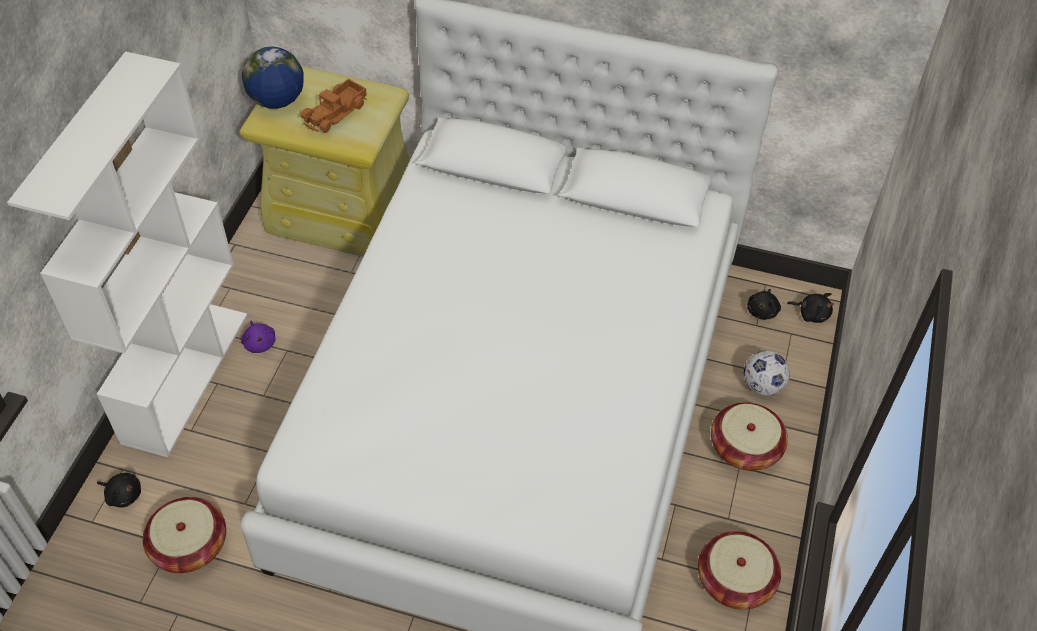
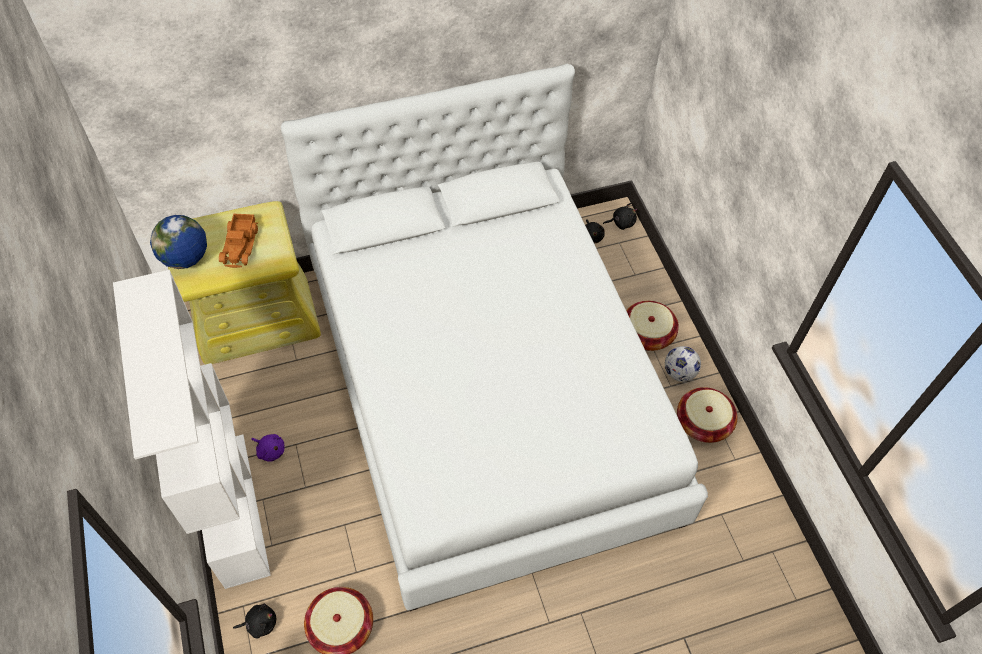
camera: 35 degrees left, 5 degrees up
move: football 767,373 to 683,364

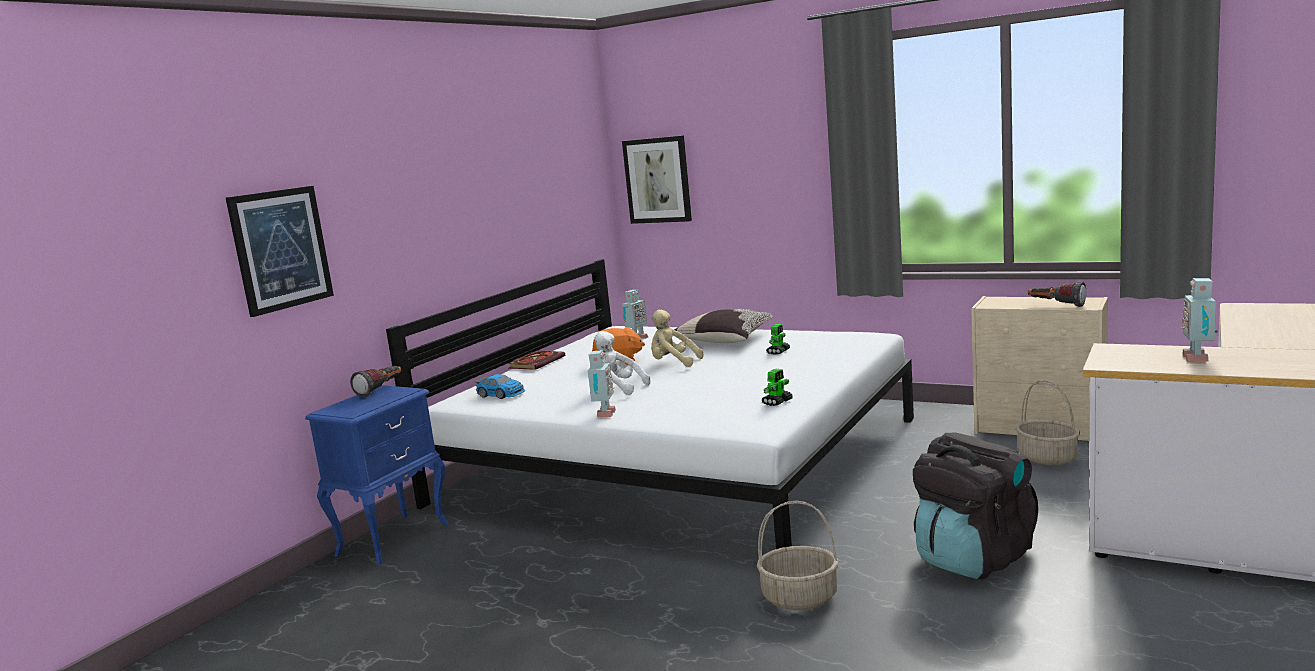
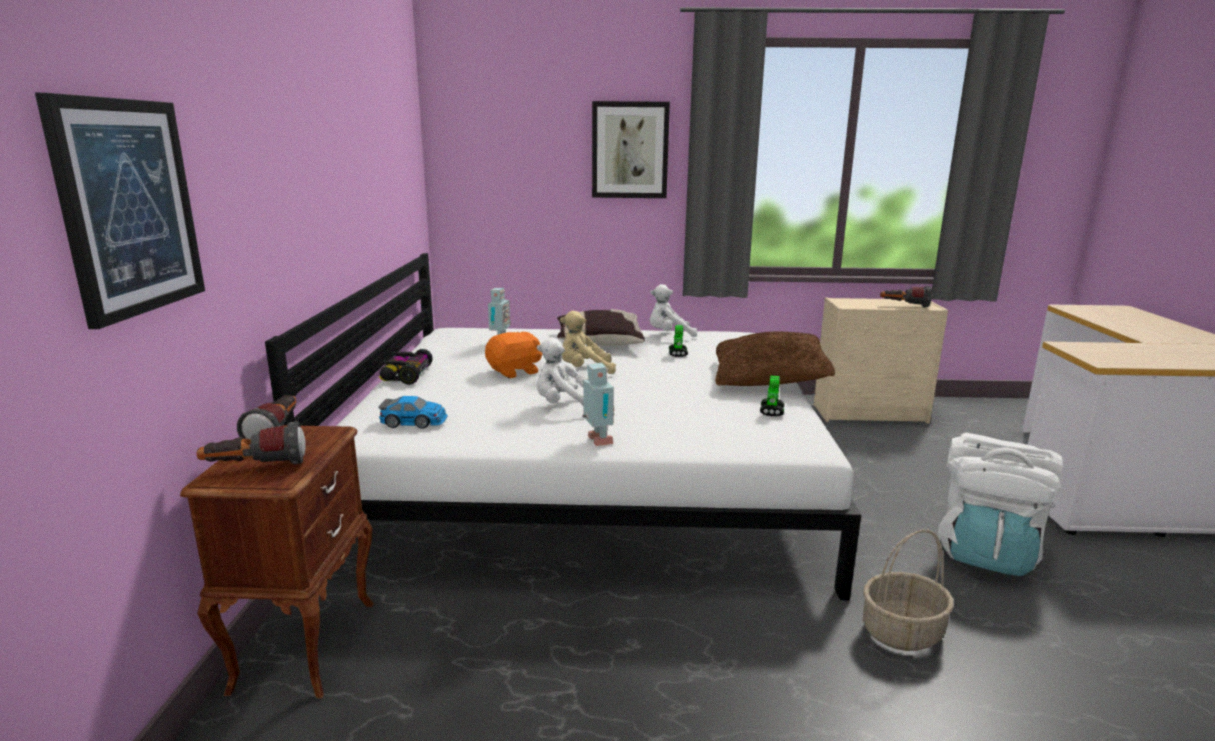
camera: 30 degrees left, 5 degrees up
delete: basket 1047,422; toy_robot 1199,320
insert: torch 251,442; white-coloured_plush_toy 673,310; brown-coloured_throw_pillow 775,358
move: picture 657,180 to 631,149
replace: volume 536,360 to miniature_car 405,367
recolor: blue_nightstand 377,475 to brown-coloured_nightstand 277,562; blackish_backpack 975,506 to white-coloured_backpack 1000,504

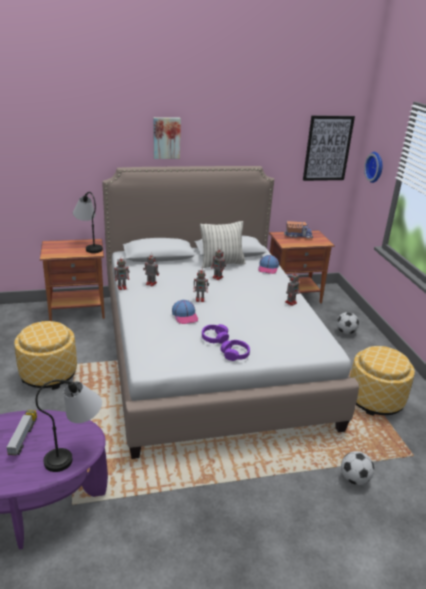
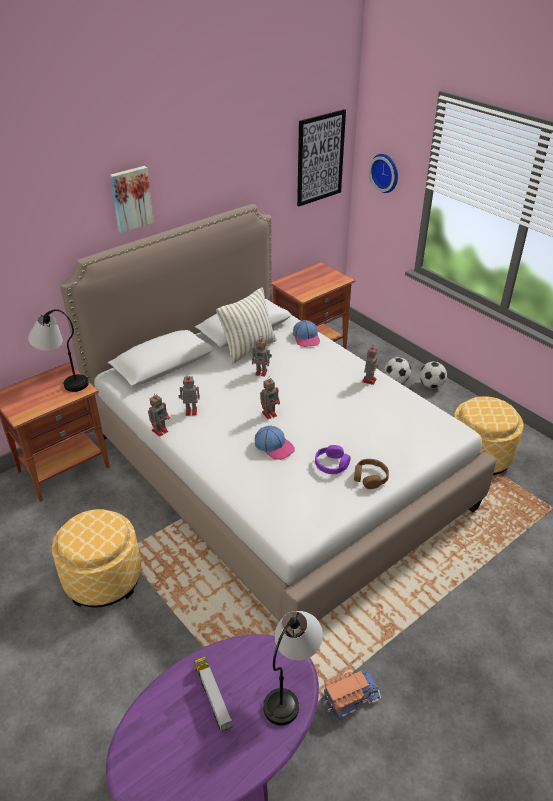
camera: 25 degrees left, 10 degrees up
move: model_truck 298,230 to 352,694; football 357,468 to 433,375
recolor: purplish_pair_of_headphones 235,350 to brown-coloured_pair_of_headphones 371,474

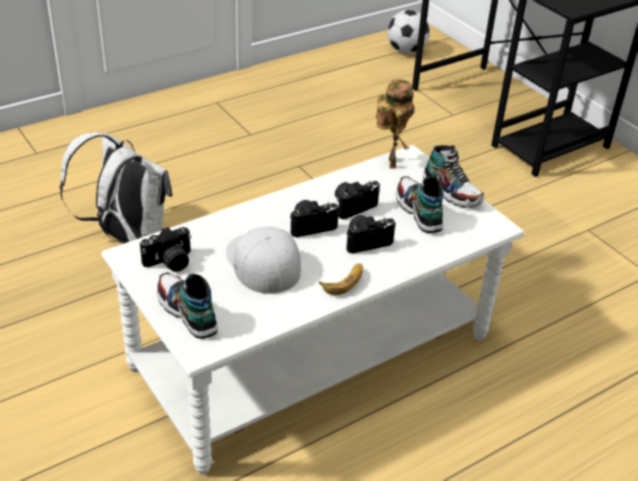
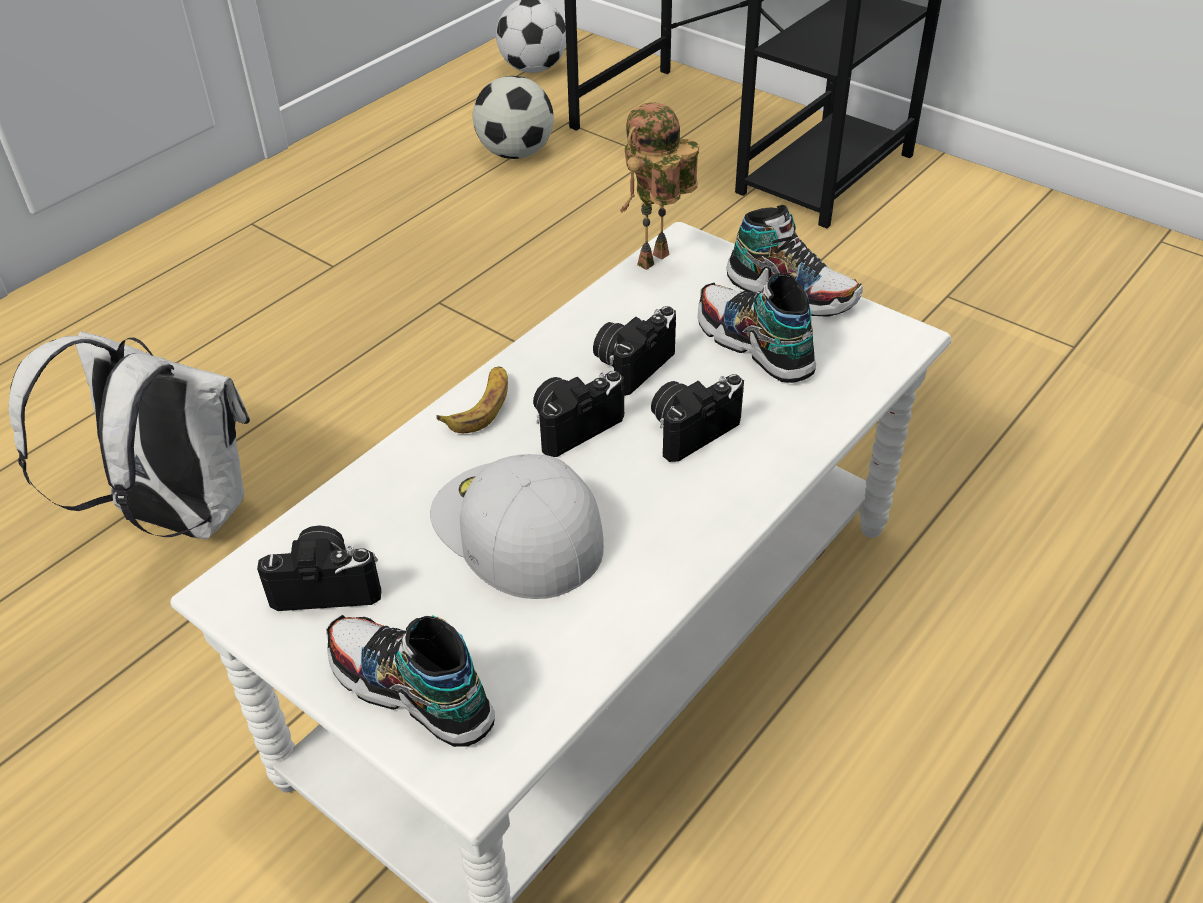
camera: 15 degrees left, 5 degrees up
insert: football 513,117
move: banana 341,279 to 472,400
rotate: photo_camera 165,249 = 319,568 135 degrees counterclockwise; toy_robot 395,124 = 659,186 120 degrees counterclockwise

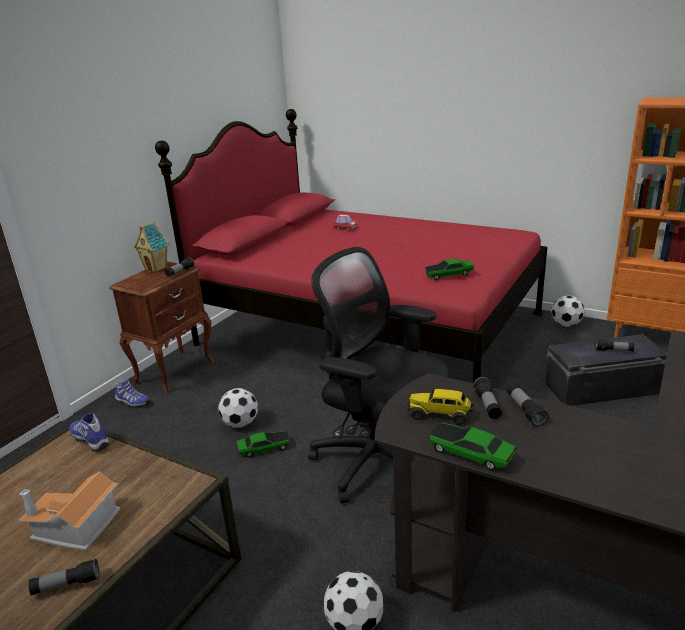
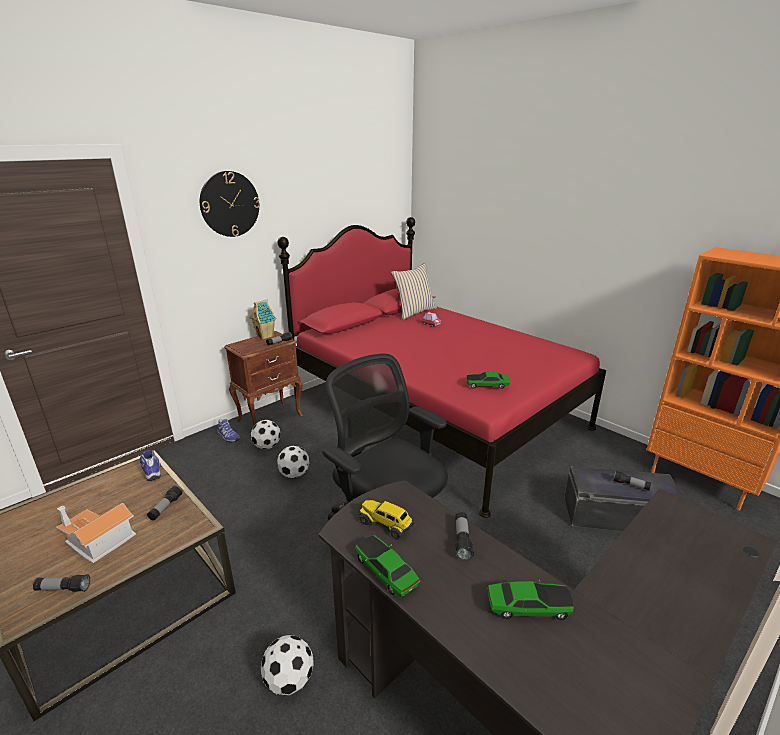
camera: 15 degrees right, 0 degrees up
insert: clock_on_the_wall 230,204; sand-coloured_throw_pillow 414,291
move: miniature_car 263,444 to 530,599; torch 487,398 to 165,502; football 568,311 to 266,434

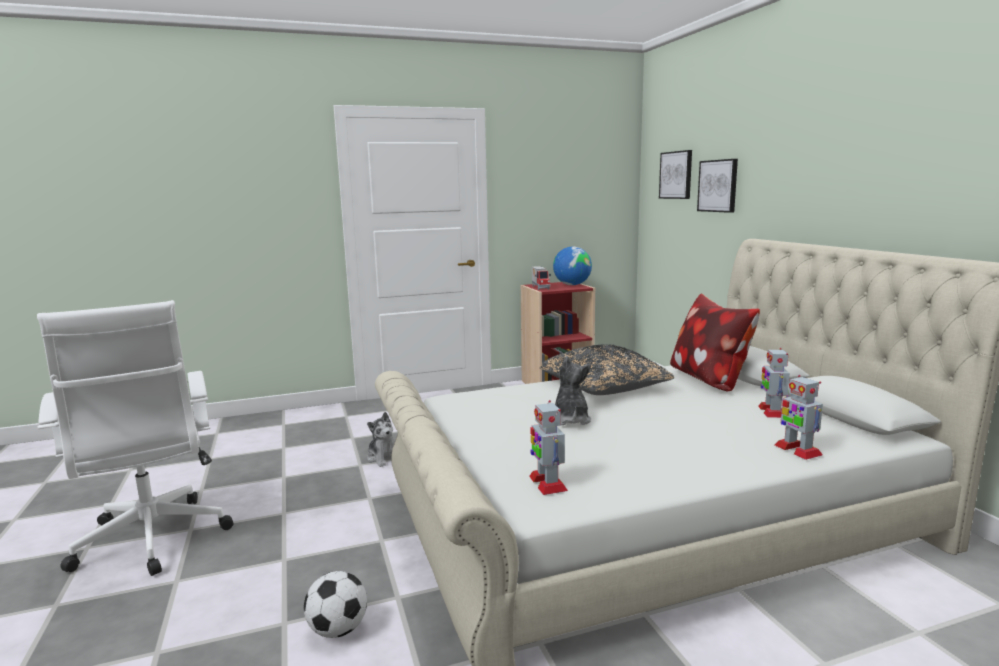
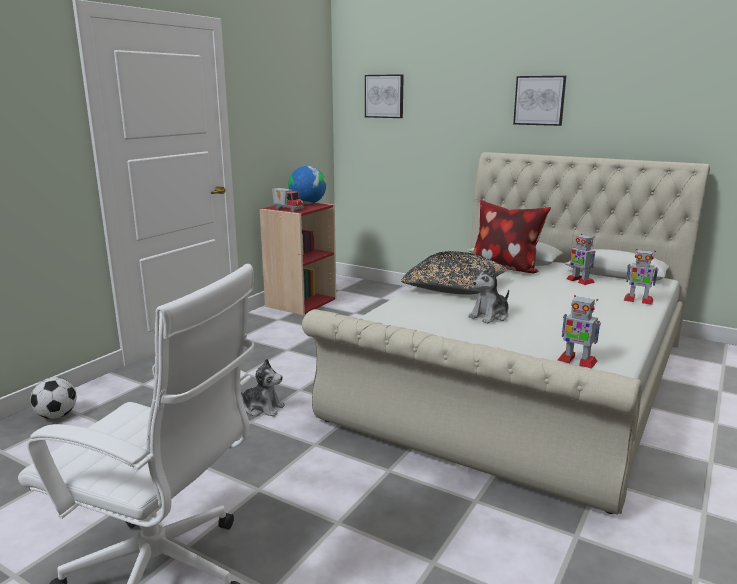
camera: 40 degrees left, 5 degrees up
move: football 335,604 to 53,398; picture 717,186 to 539,101
rotate: plush_toy 573,390 = 488,294 90 degrees counterclockwise

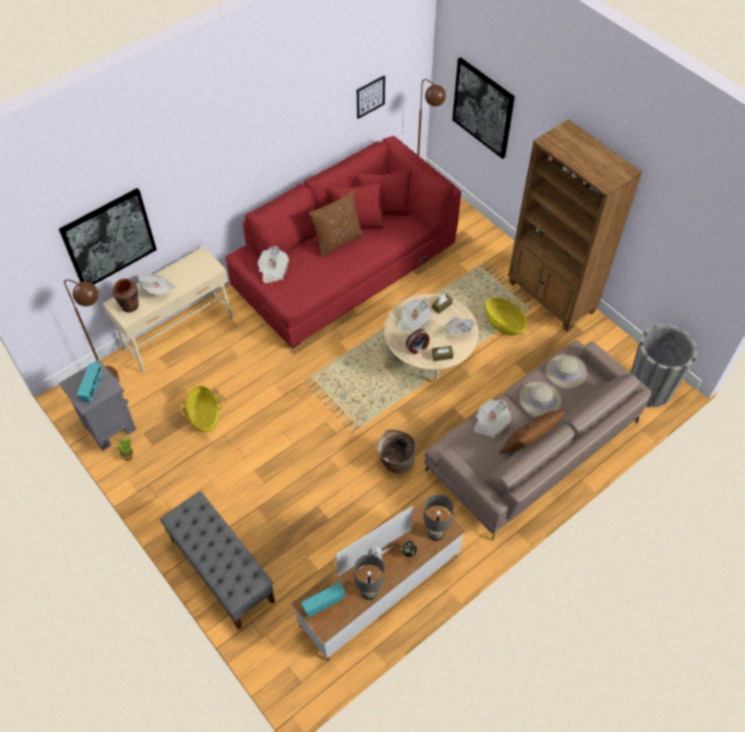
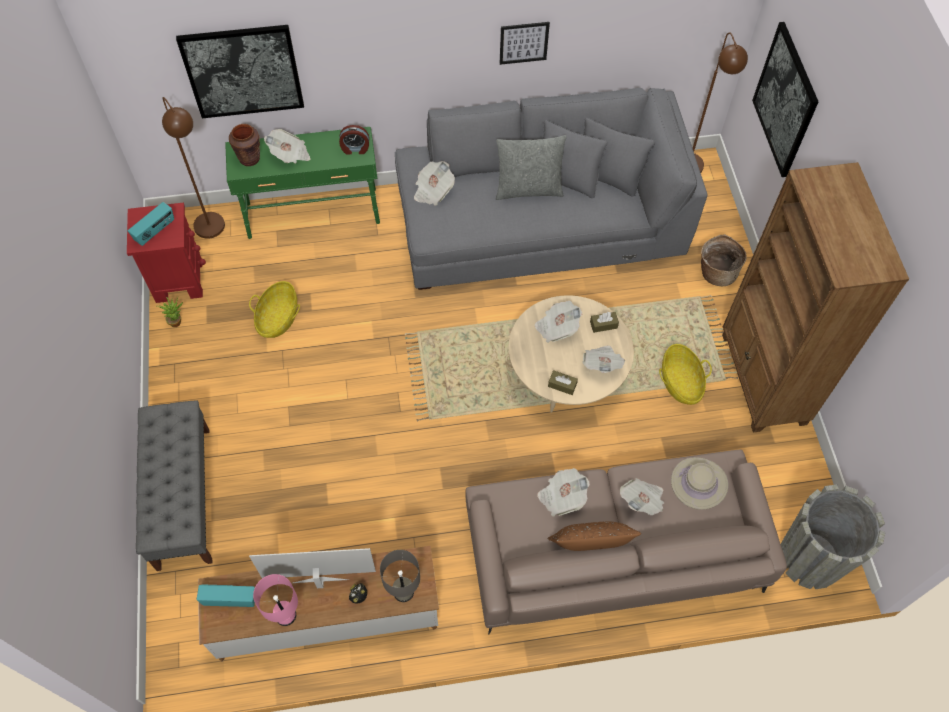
camera: 30 degrees right, 5 degrees up
move: picture 371,97 to 525,43; basket 396,451 to 724,260; alarm_clock 418,341 to 354,139
replace: sand-coloured_clothing_hat 540,399 to newspaper 642,496
recolor: greyish_nightstand 97,405 to reddish_nightstand 166,253; sand-coloured_console_table 168,309 to green-coloured_console_table 302,183; reddish_couch 343,242 to greyish_couch 551,189; brown-coloured_throw_pillow 336,224 to greyish_throw_pillow 531,167; greyish_table_lamp 369,577 to pink_table_lamp 275,600

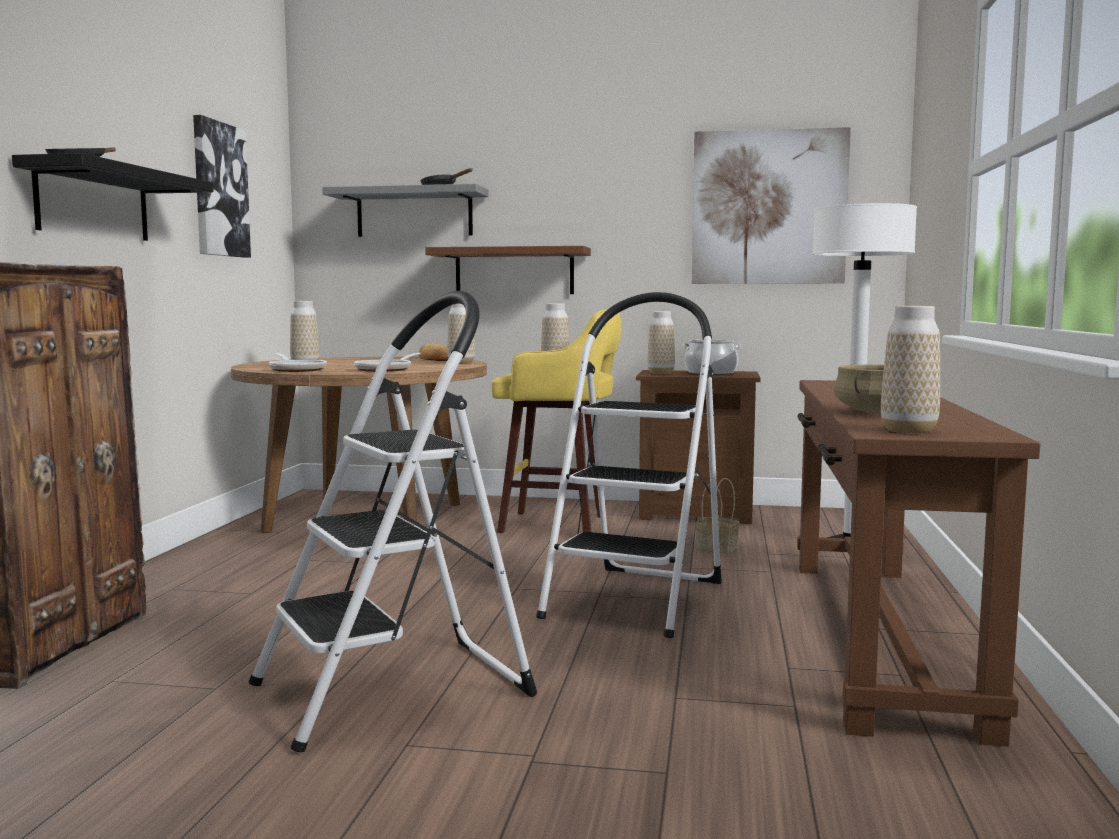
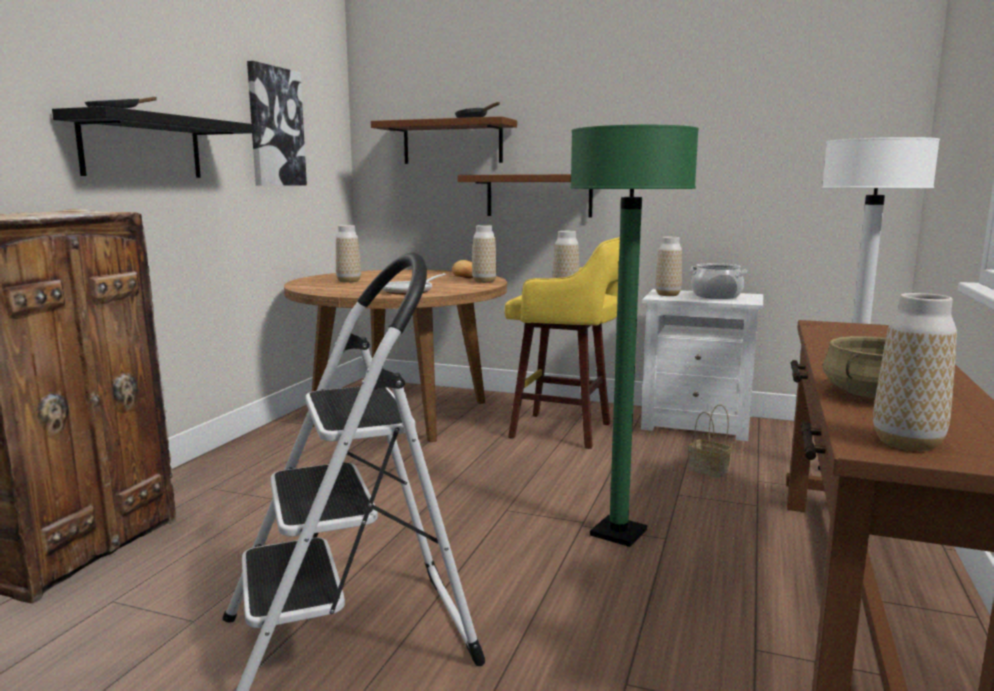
camera: 10 degrees right, 5 degrees up
delete: pan 298,362; picture 771,205
replace: stepladder 628,465 to green-coloured_standard_lamp 634,336
recolor: greyish_shelf 405,210 to brown-coloured_shelf 444,140; brown-coloured_nightstand 698,447 to white-coloured_nightstand 702,365

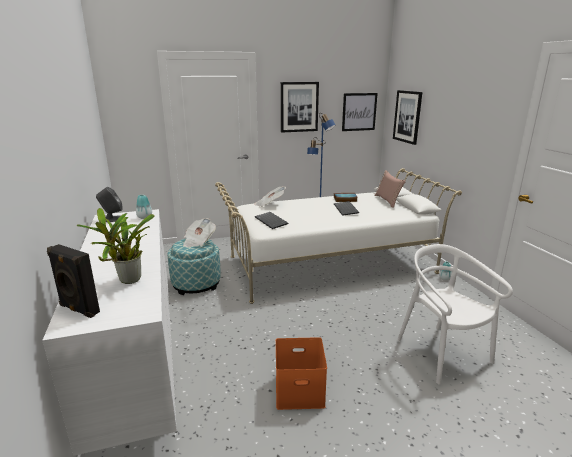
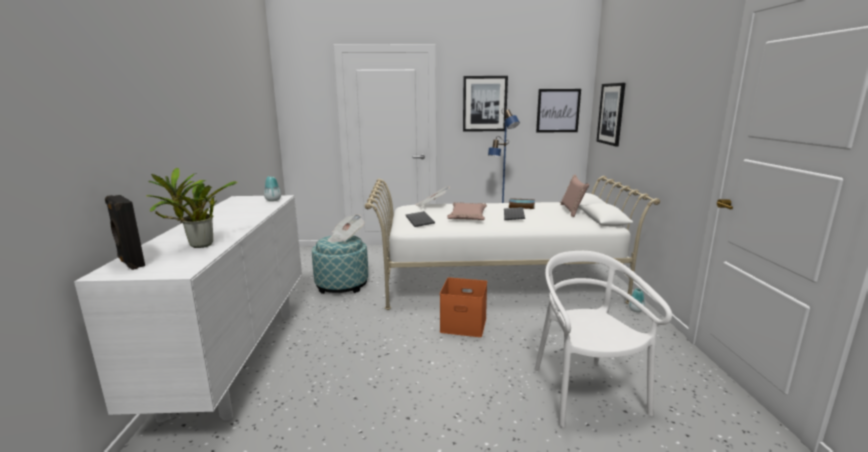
camera: 15 degrees right, 5 degrees down
delete: greyish_audio_speaker 109,204
insert: sand-coloured_throw_pillow 467,210
move: orange-coloured_storage_container 301,373 to 463,307

